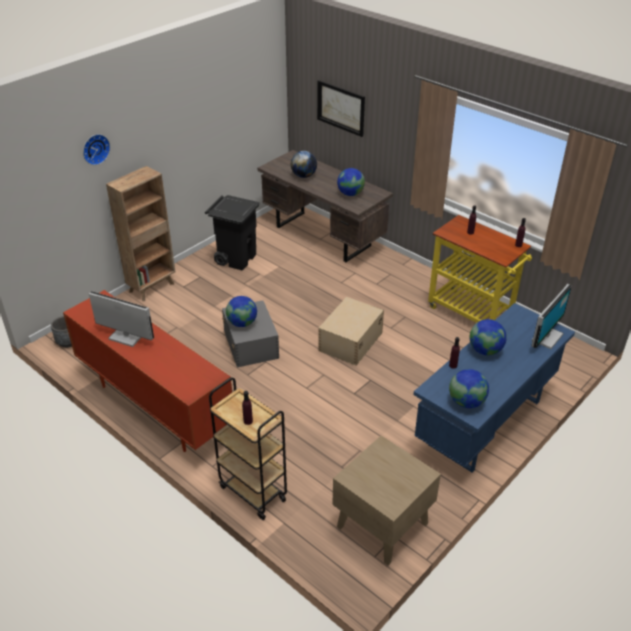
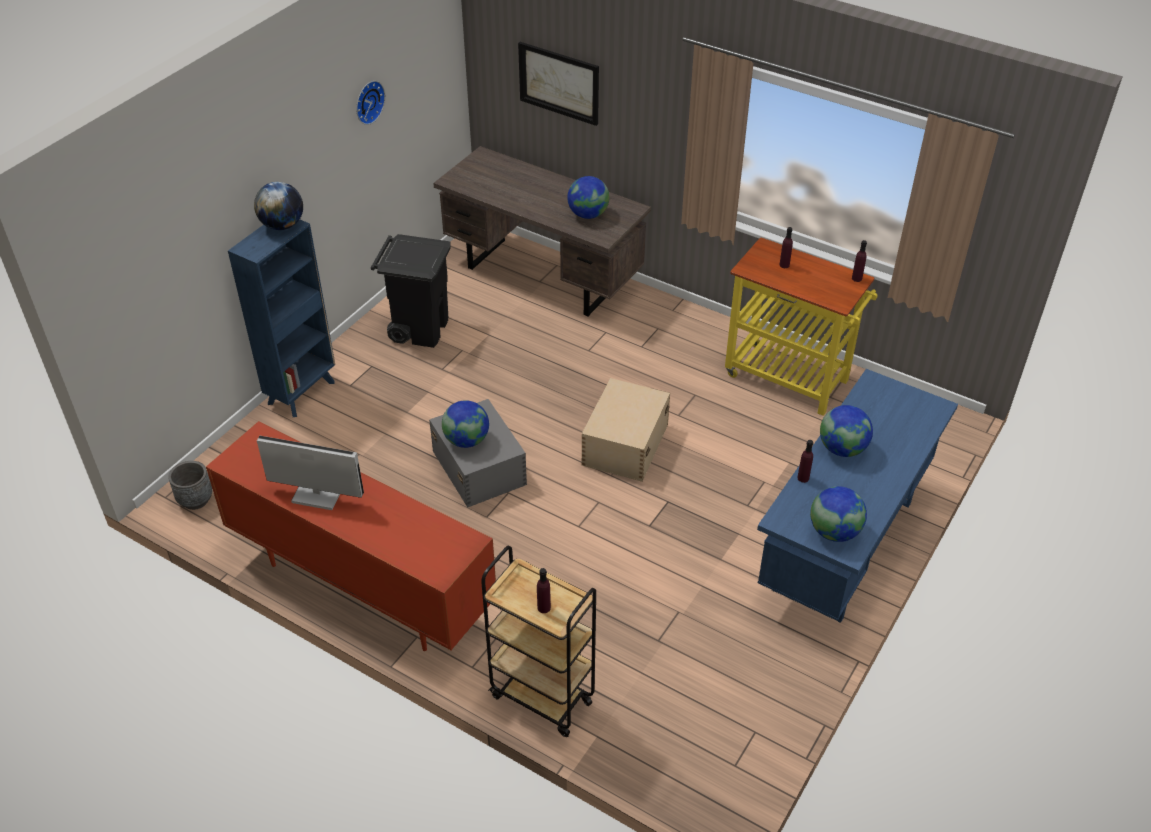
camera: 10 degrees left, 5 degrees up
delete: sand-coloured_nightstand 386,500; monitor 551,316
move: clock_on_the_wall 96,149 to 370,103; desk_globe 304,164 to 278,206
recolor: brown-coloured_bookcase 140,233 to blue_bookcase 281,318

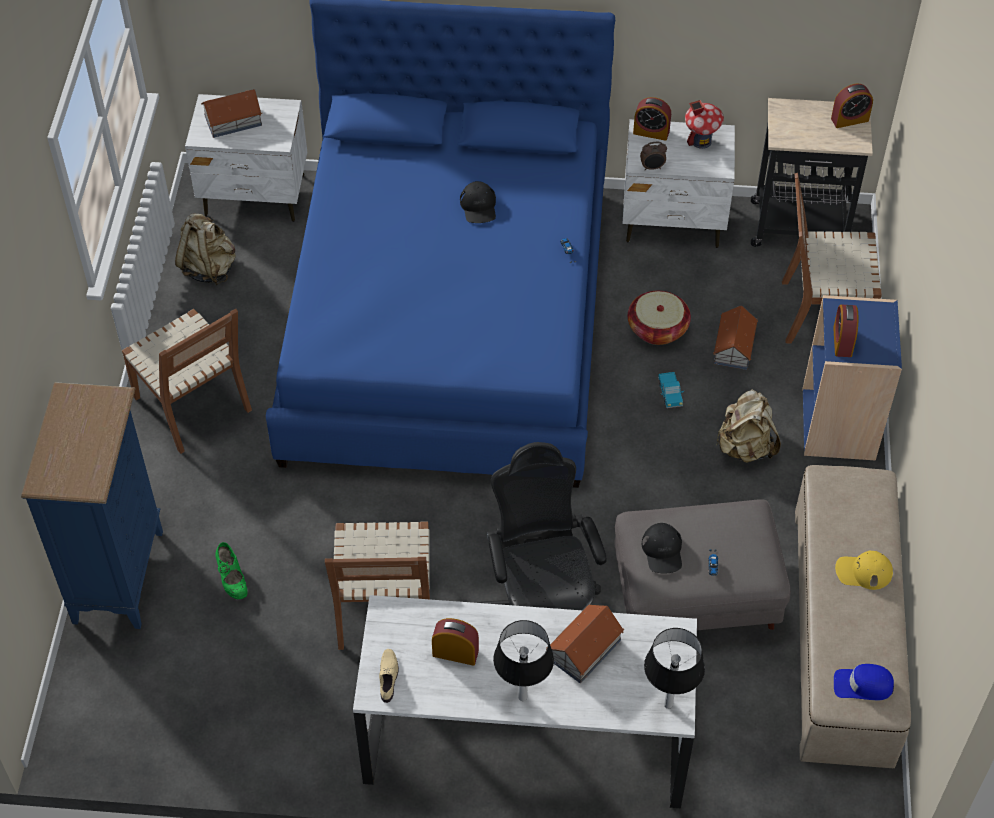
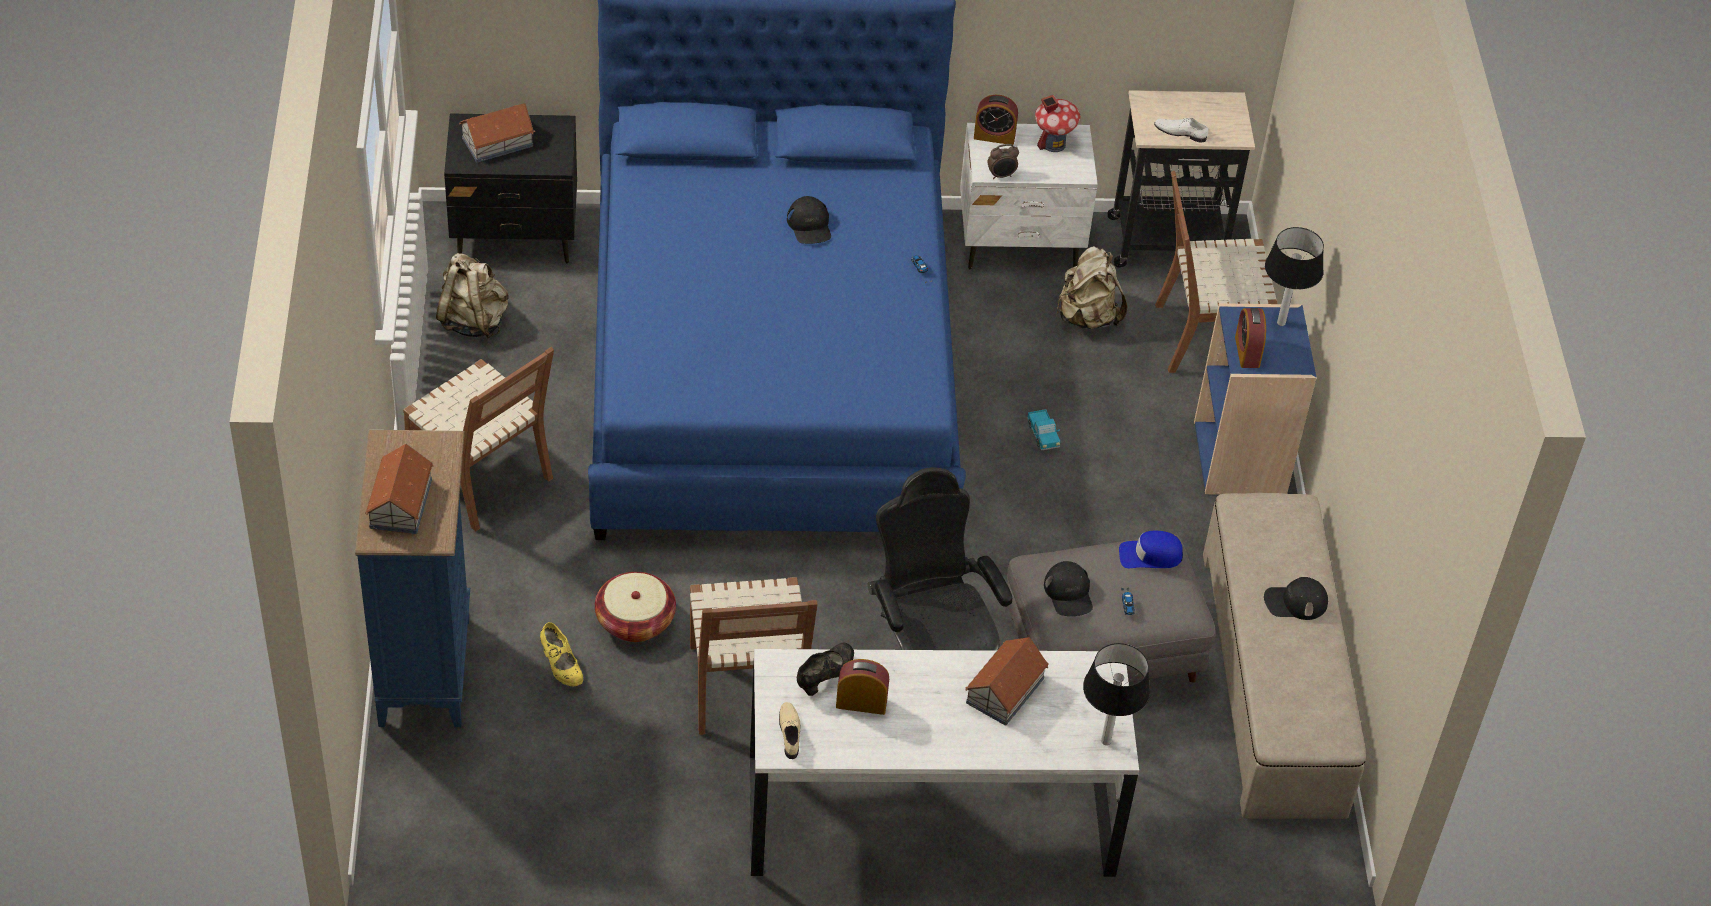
camera: 10 degrees left, 5 degrees down
delete: alarm_clock 852,105
insert: blackish_shoe 825,669; white-coloured_shoe 1181,130
move: table_lamp 523,660 to 1294,276; basket 659,318 to 635,607; miniature_house 735,337 to 399,489; sand-coloured_backpack 748,426 to 1091,287; blue_cap 864,682 to 1151,549
recolor: white-coloured_nightstand 246,158 to blackish_nightstand 510,188; green-coloured_shoe 231,570 to yellowish_shoe 561,654; yellowish_cap 864,570 to blackish_cap 1296,598

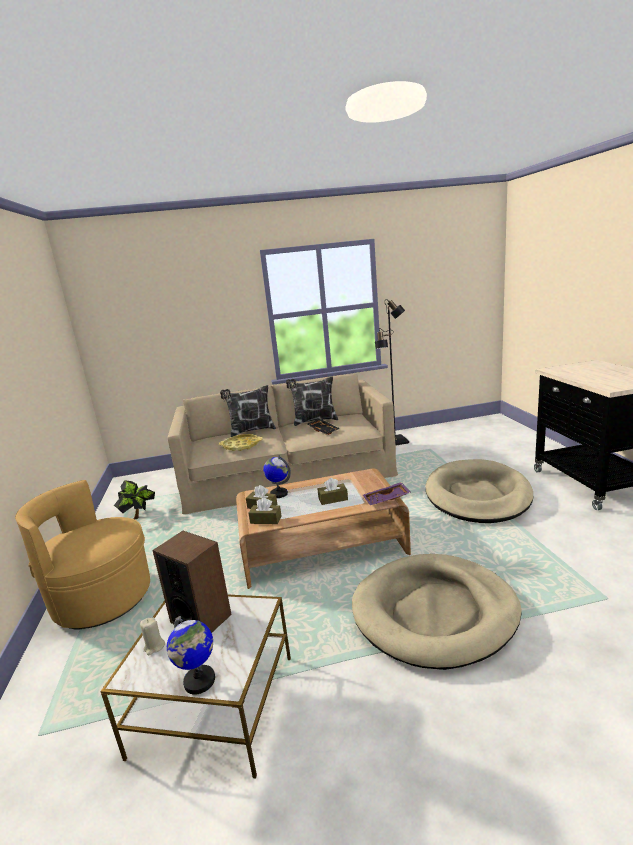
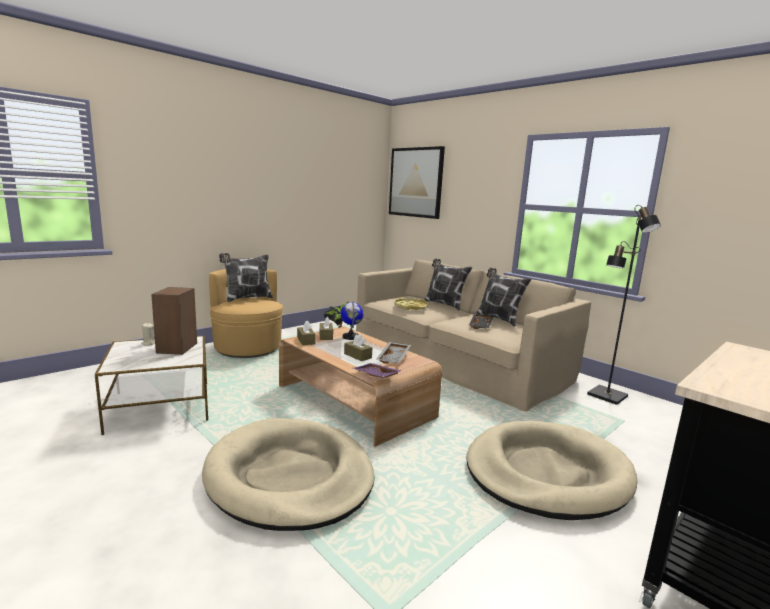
camera: 55 degrees right, 5 degrees down
delete: desk_globe 191,655
insert: throw_pillow 246,277; greyish_tray 393,353; picture 417,182

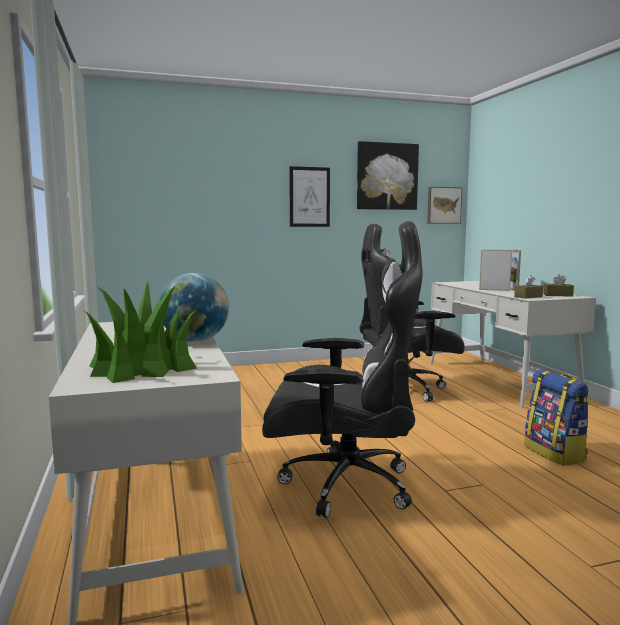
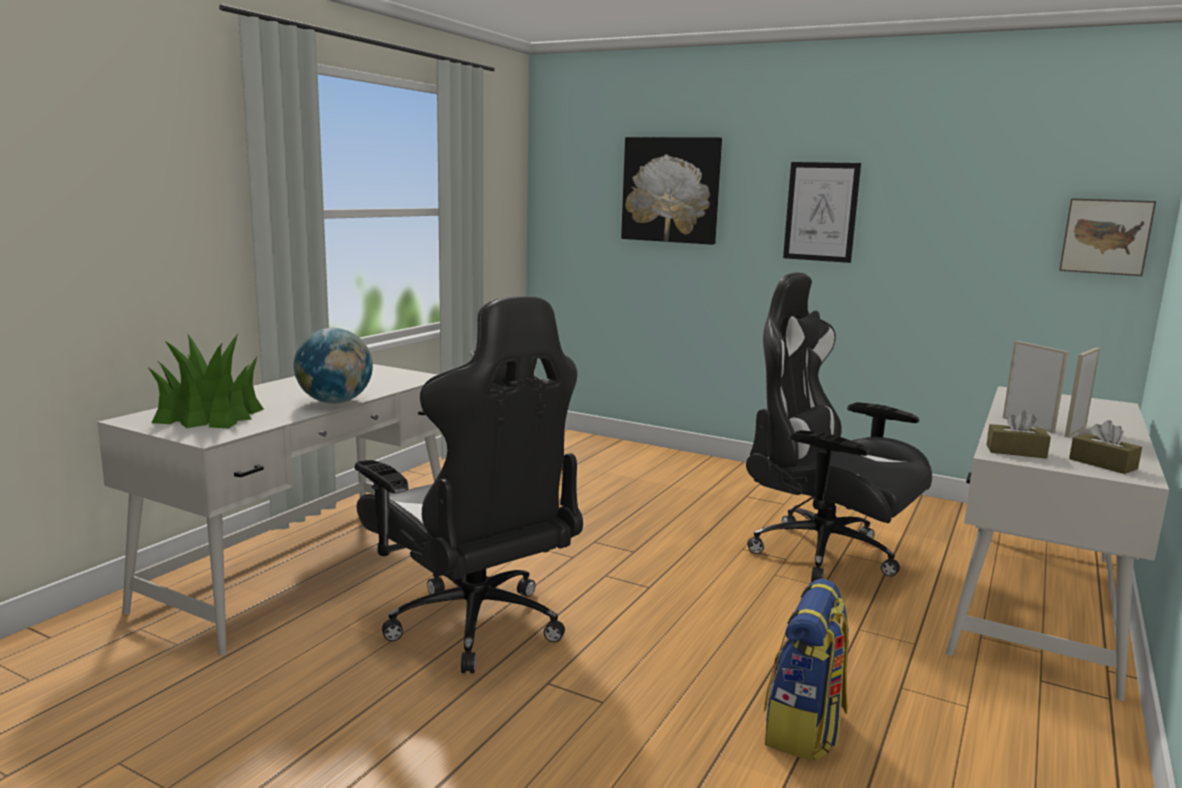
camera: 45 degrees right, 5 degrees up
move: picture 388,175 to 671,191

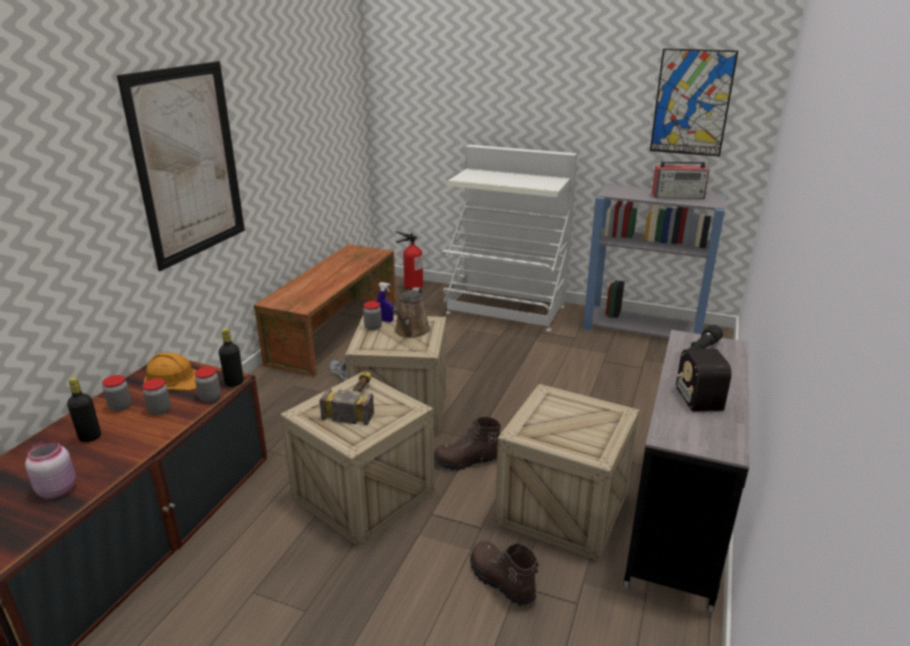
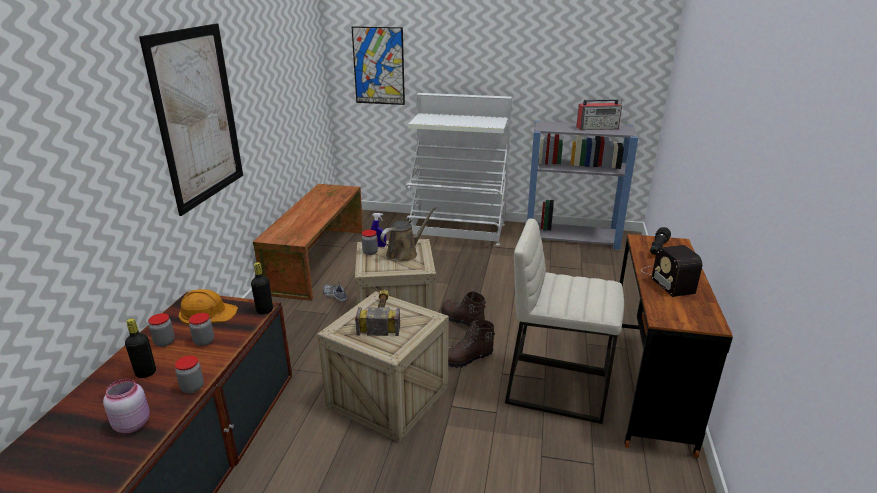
camera: 10 degrees left, 0 degrees up
delete: fire_extinguisher 409,260
move: preserve_jar 208,384 to 189,374; brown-coloured_boot 504,573 to 463,309; picture 694,102 to 378,65
replace: packing_crate 567,472 to sand-coloured_stool_seat 564,321
recolor: greyish_desk 686,472 to brown-coloured_desk 673,346
rotate: brown-coloured_watering_can 412,312 = 408,234 135 degrees counterclockwise

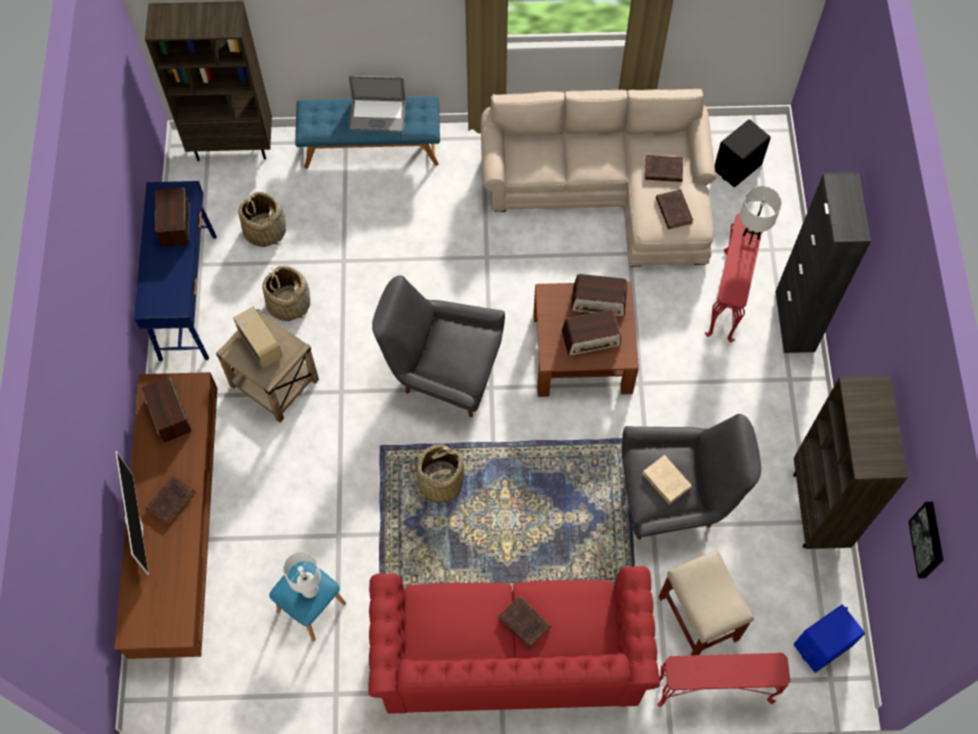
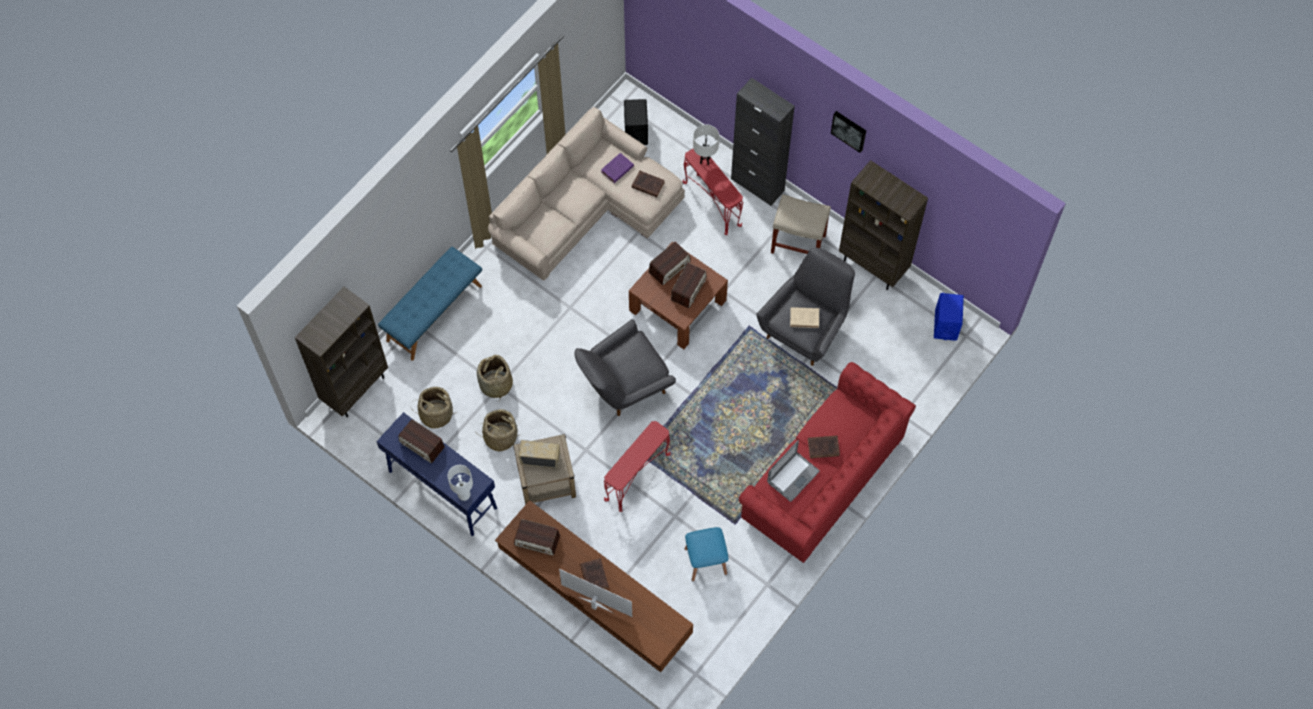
camera: 50 degrees left, 0 degrees up
move: white-coloured_table_lamp 302,574 to 460,483; laptop 377,104 to 793,471; basket 440,474 to 495,378; reddish_end_table 723,680 to 637,466; sand-coloured_stool_seat 706,603 to 801,224; picture 926,540 to 848,132
recolor: brown-coloured_volume 664,168 to purplish_volume 617,168

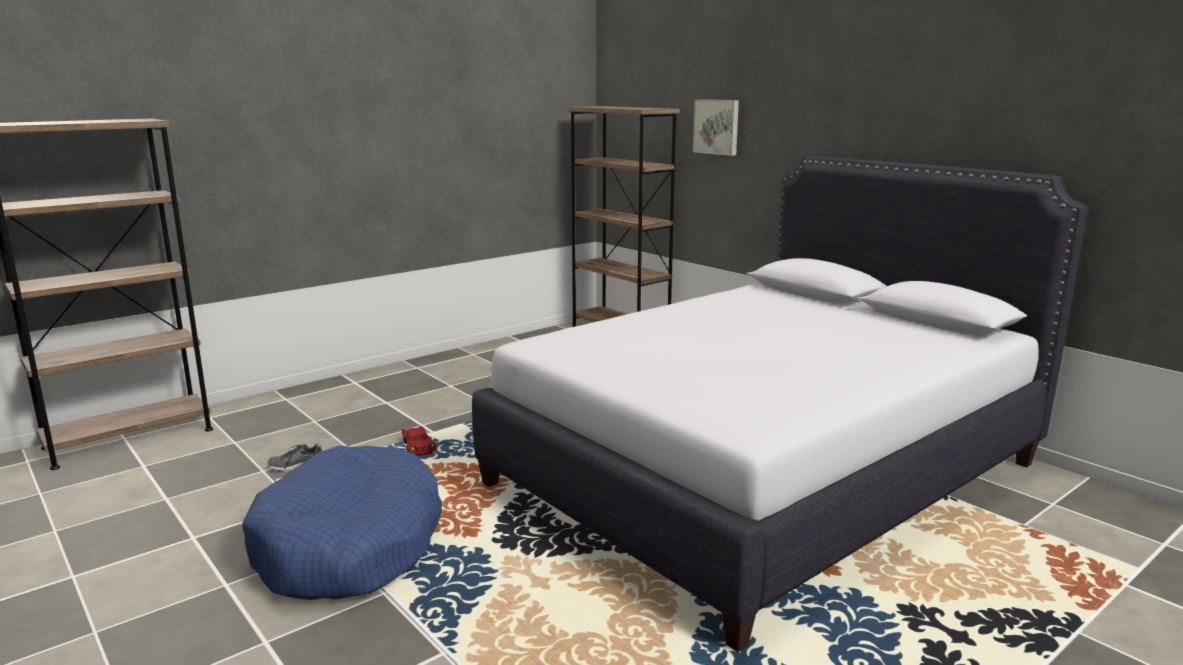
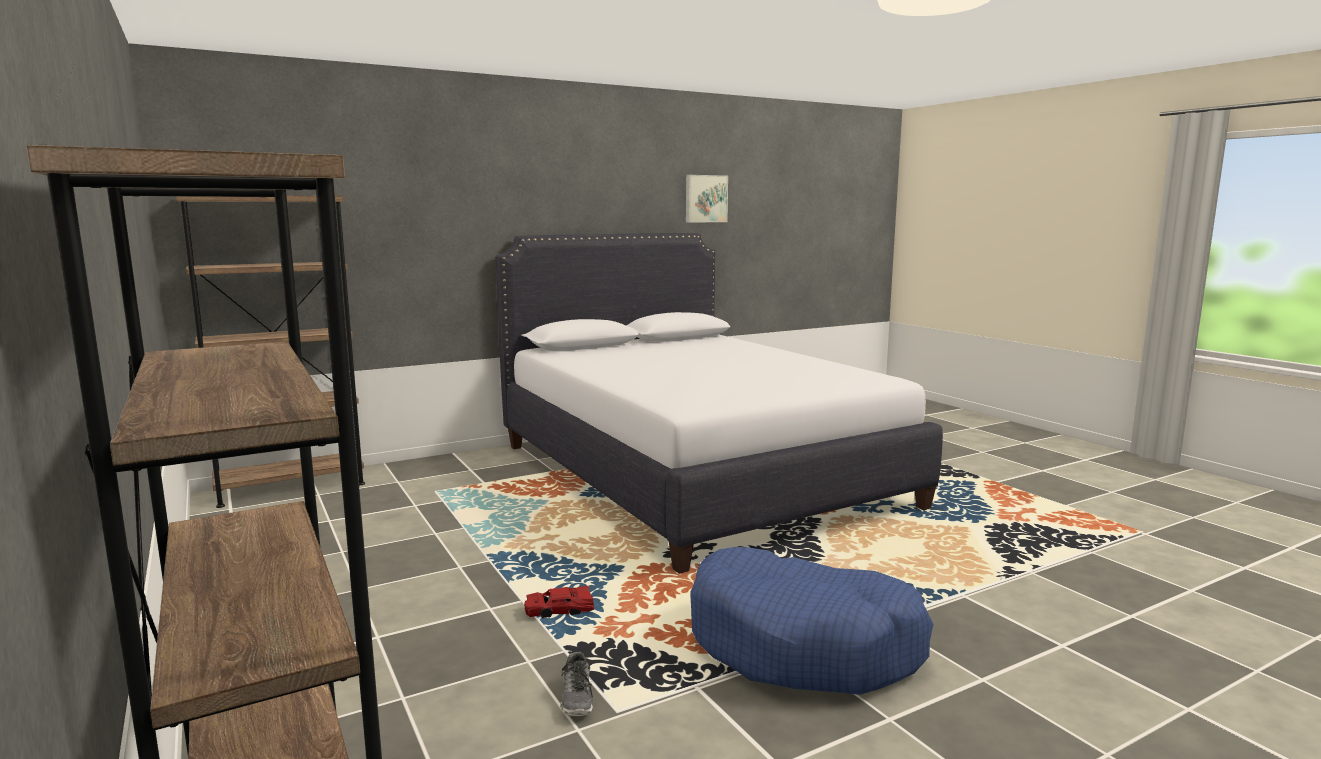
camera: 80 degrees left, 5 degrees down
move: picture 716,127 to 707,199

